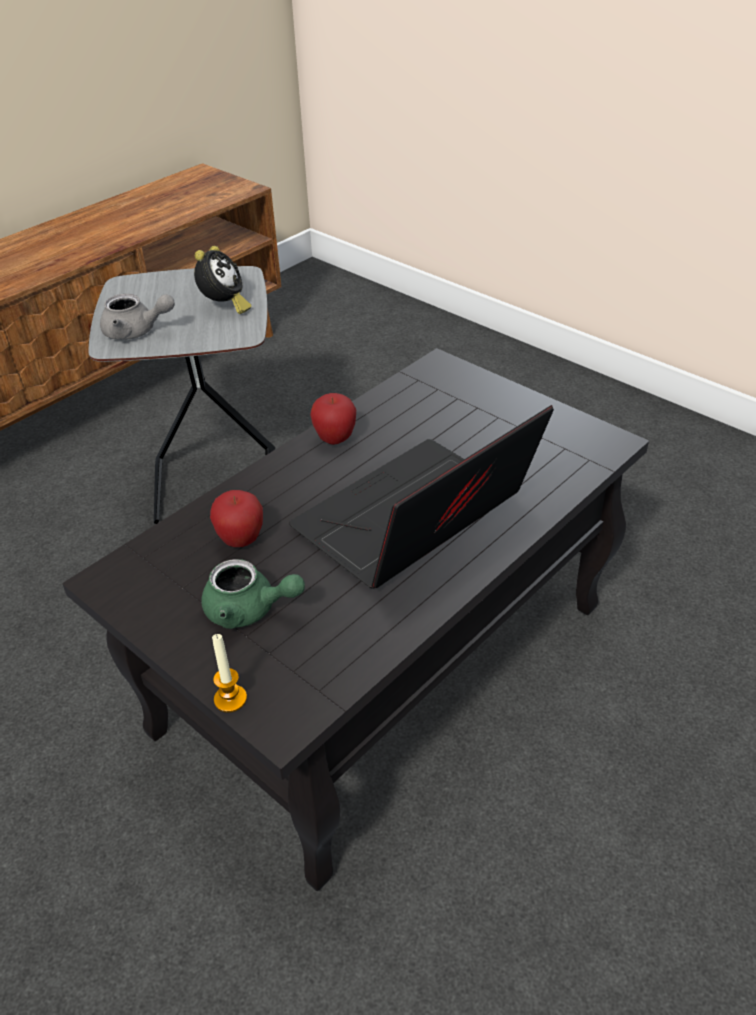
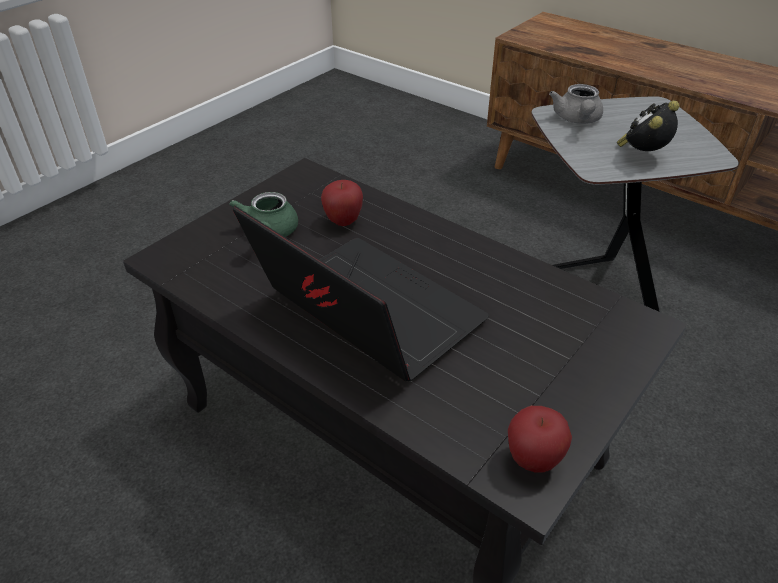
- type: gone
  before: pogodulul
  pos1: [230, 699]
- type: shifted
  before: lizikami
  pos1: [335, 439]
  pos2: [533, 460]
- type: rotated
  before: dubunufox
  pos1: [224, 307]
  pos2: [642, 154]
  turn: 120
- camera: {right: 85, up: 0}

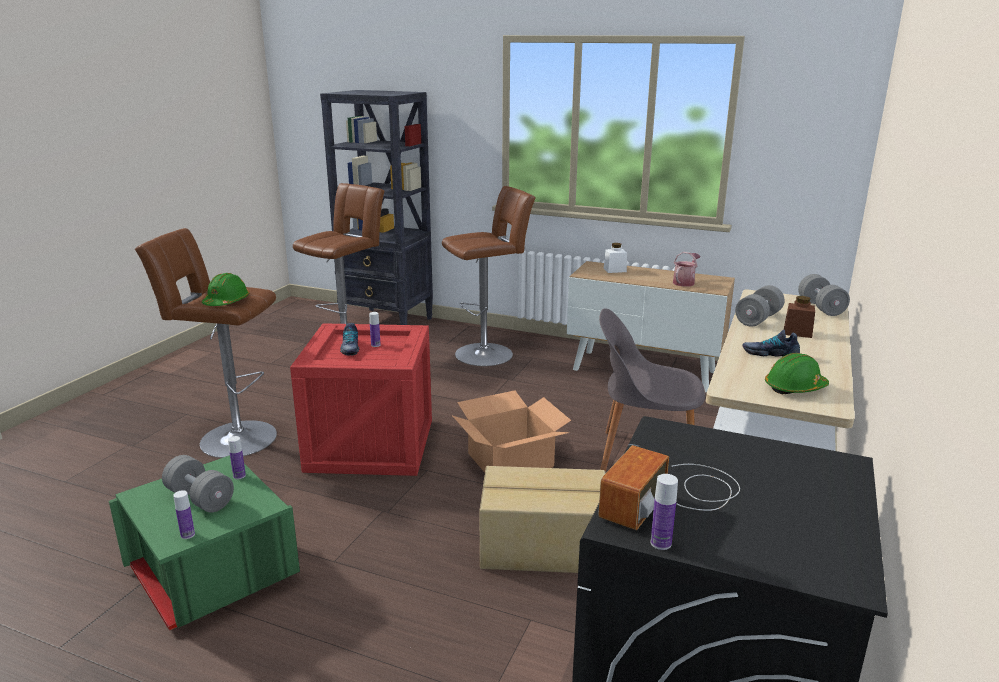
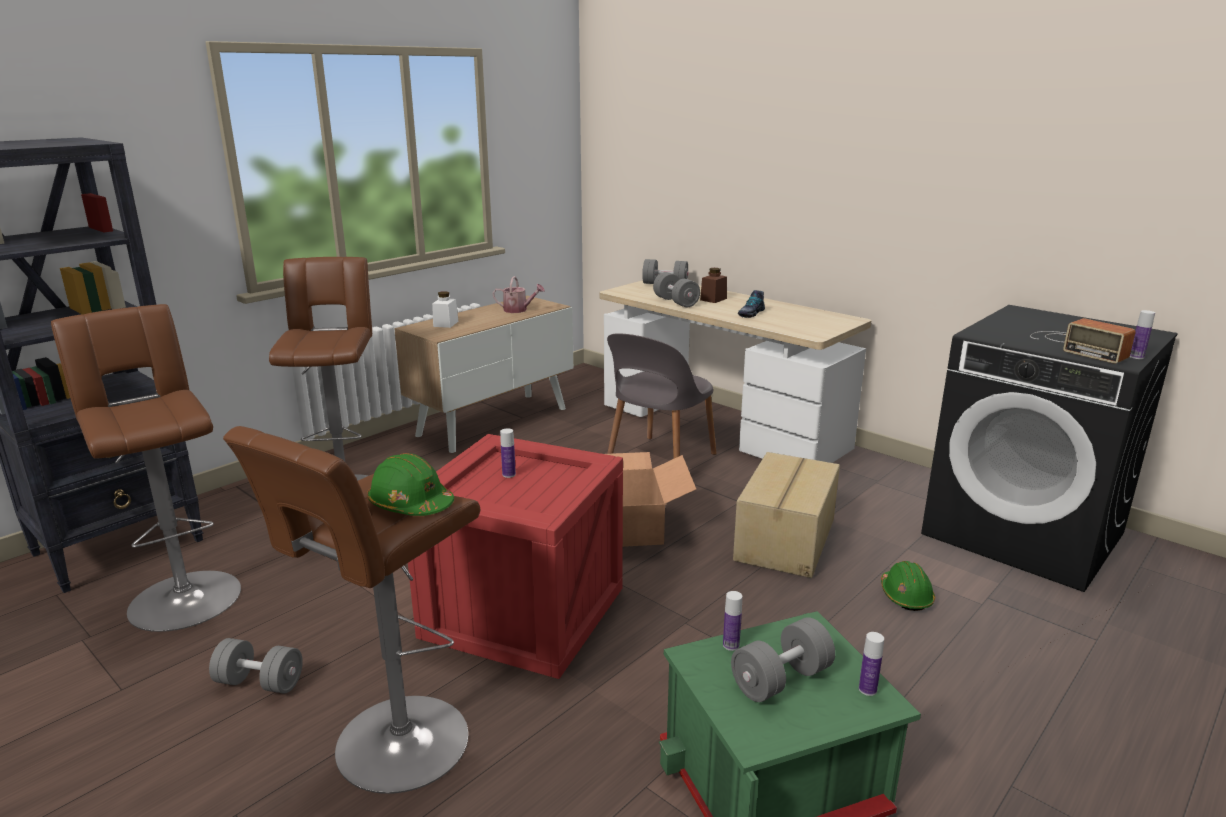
- type: gone
  before: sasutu
  pos1: [350, 348]
- type: new
  after: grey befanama
  pos2: [260, 682]
- type: shifted
  before: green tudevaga
  pos1: [795, 388]
  pos2: [905, 596]
- type: rotated
  before: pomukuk
  pos1: [685, 282]
  pos2: [518, 310]
  turn: 135
- camera: {right: -70, up: 0}

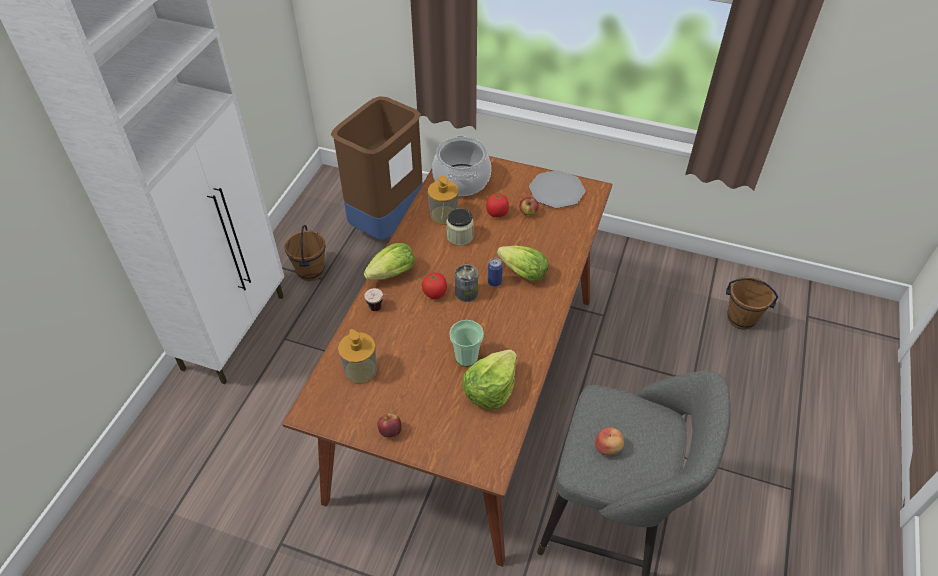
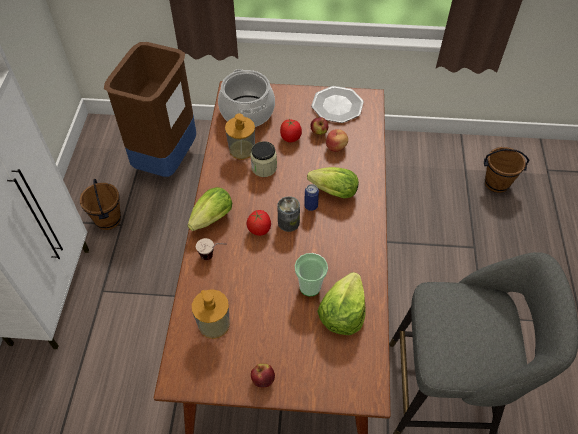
- type: shifted
  before: lizikami
  pos1: [608, 448]
  pos2: [336, 147]
- camera: {right: -15, up: 5}

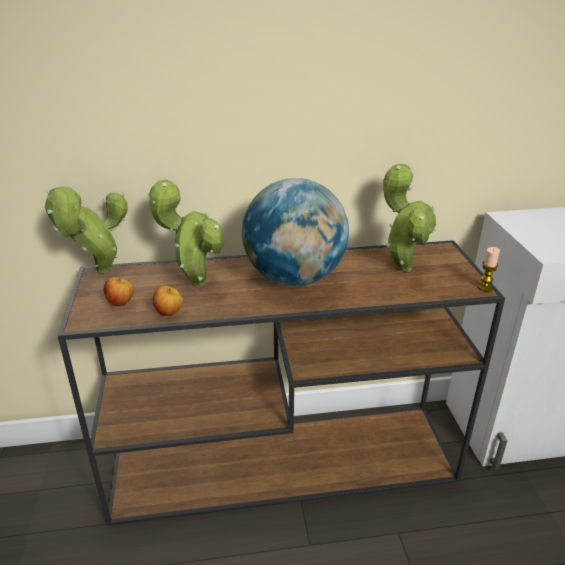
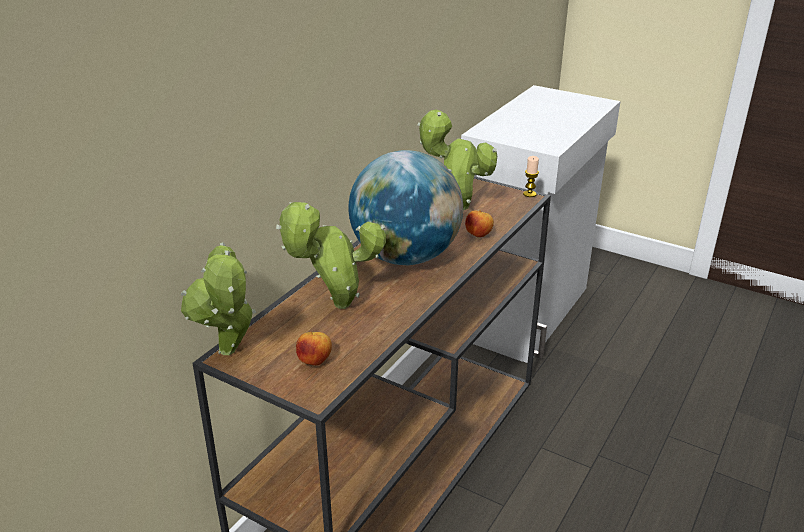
- type: shifted
  before: lizikami
  pos1: [169, 313]
  pos2: [479, 235]
- camera: {right: -50, up: 0}

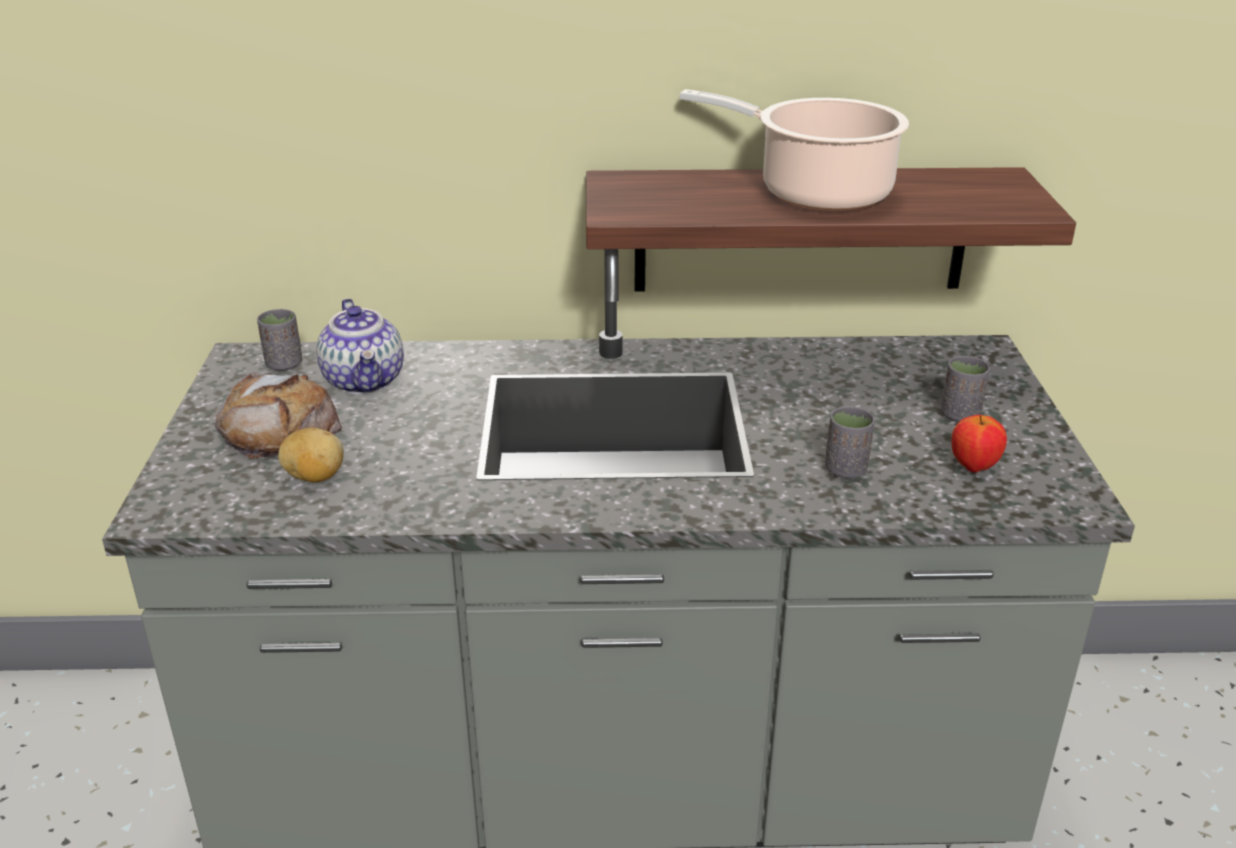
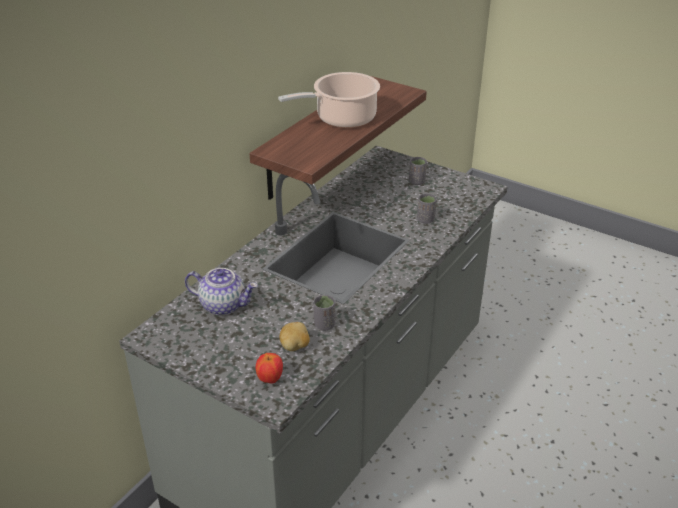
- type: gone
  before: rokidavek
  pos1: [280, 429]
- type: shifted
  before: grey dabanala
  pos1: [284, 364]
  pos2: [324, 325]
- type: shifted
  before: lizikami
  pos1: [973, 467]
  pos2: [270, 379]
- camera: {right: -55, up: 5}

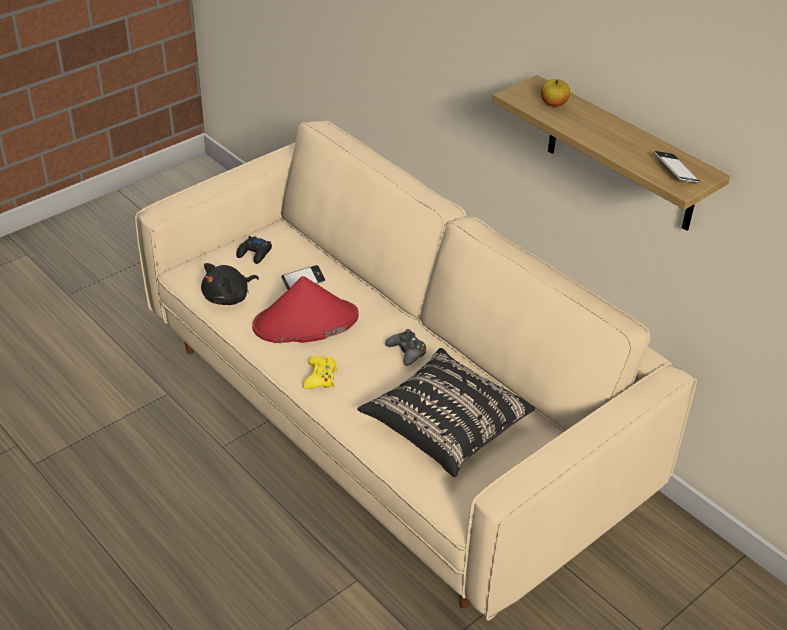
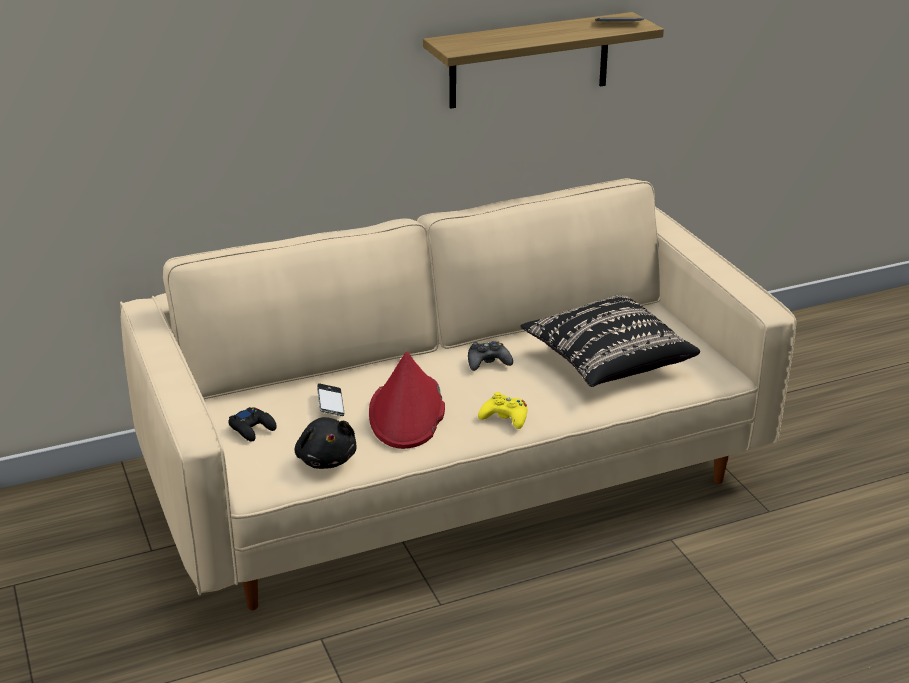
- type: gone
  before: lizikami
  pos1: [553, 104]
- camera: {right: -70, up: -10}

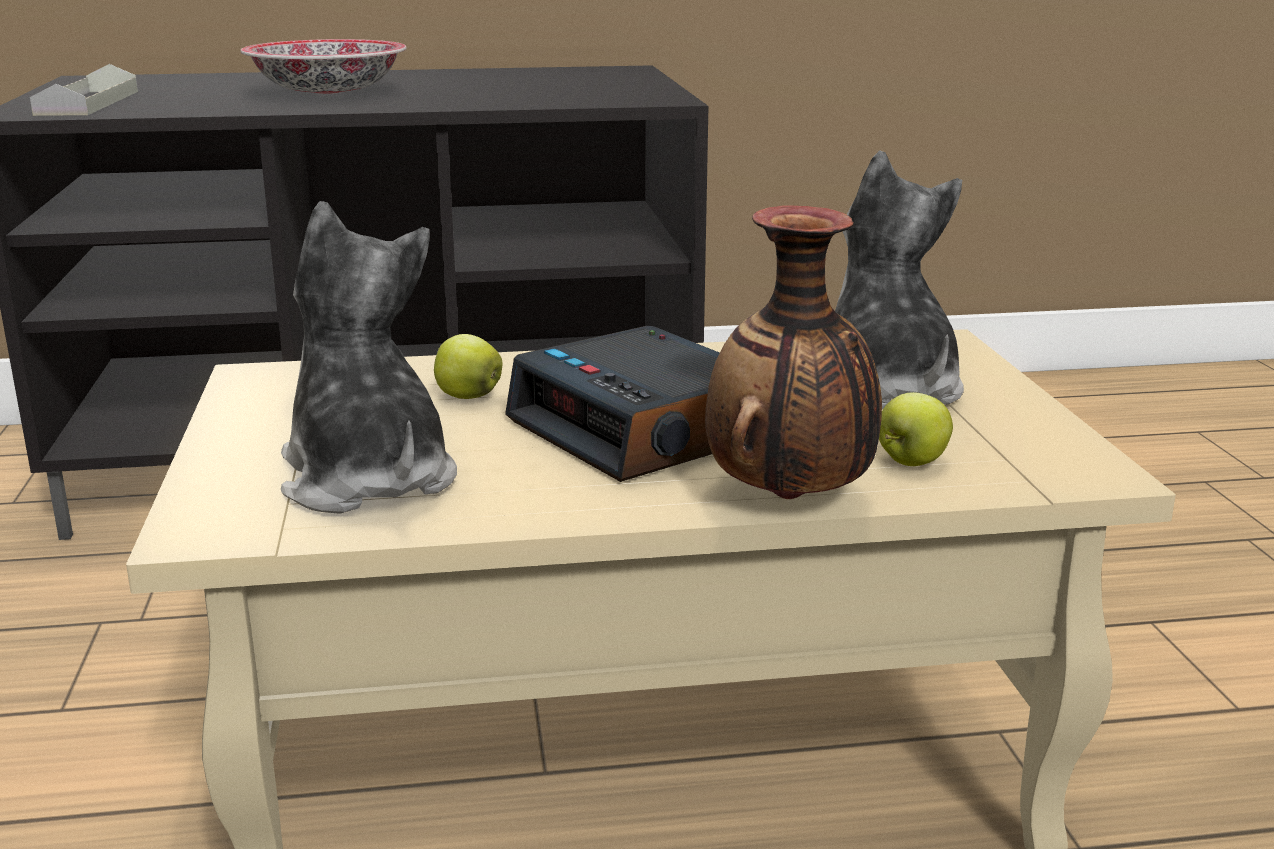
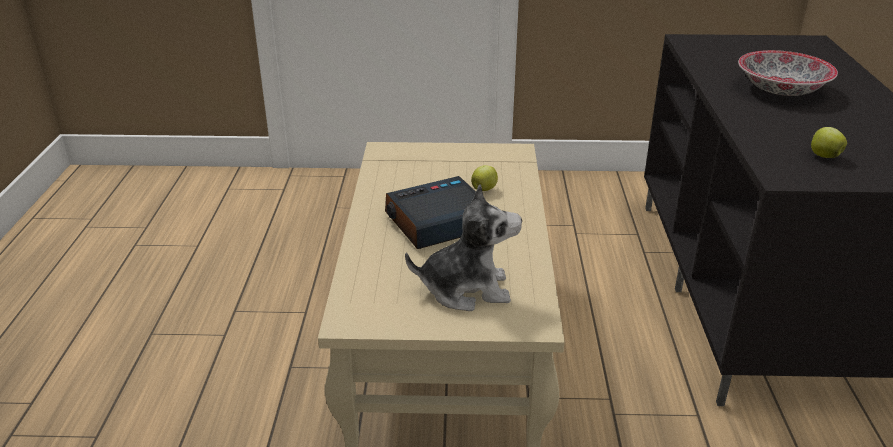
- type: gone
  before: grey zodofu
  pos1: [88, 103]
- type: gone
  before: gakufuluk
  pos1: [367, 480]
- type: gone
  before: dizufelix
  pos1: [791, 498]
- type: shifted
  before: lizikami
  pos1: [911, 462]
  pos2: [823, 156]
- camera: {right: 100, up: 10}

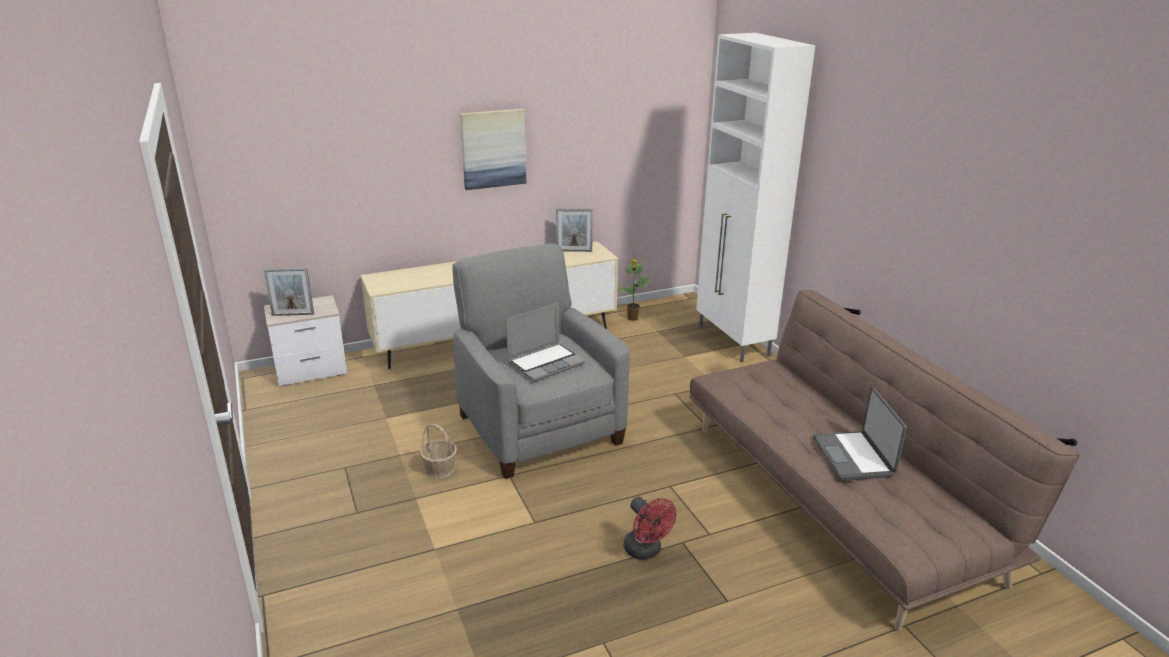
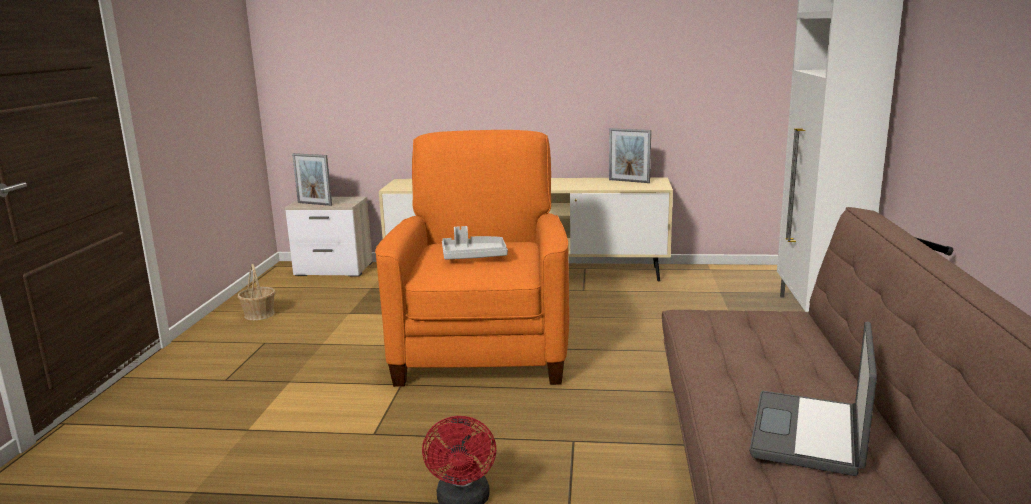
- type: gone
  before: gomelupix
  pos1: [493, 148]
- type: gone
  before: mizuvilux
  pos1: [632, 318]
- type: shifted
  before: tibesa
  pos1: [440, 469]
  pos2: [259, 314]
- type: swapped
  before: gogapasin
  after: grey zodofu
  pos1: [546, 363]
  pos2: [473, 256]
- type: repainted
  before: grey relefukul
  after: orange relefukul
  pos1: [538, 428]
  pos2: [482, 350]
- camera: {right: 30, up: -10}

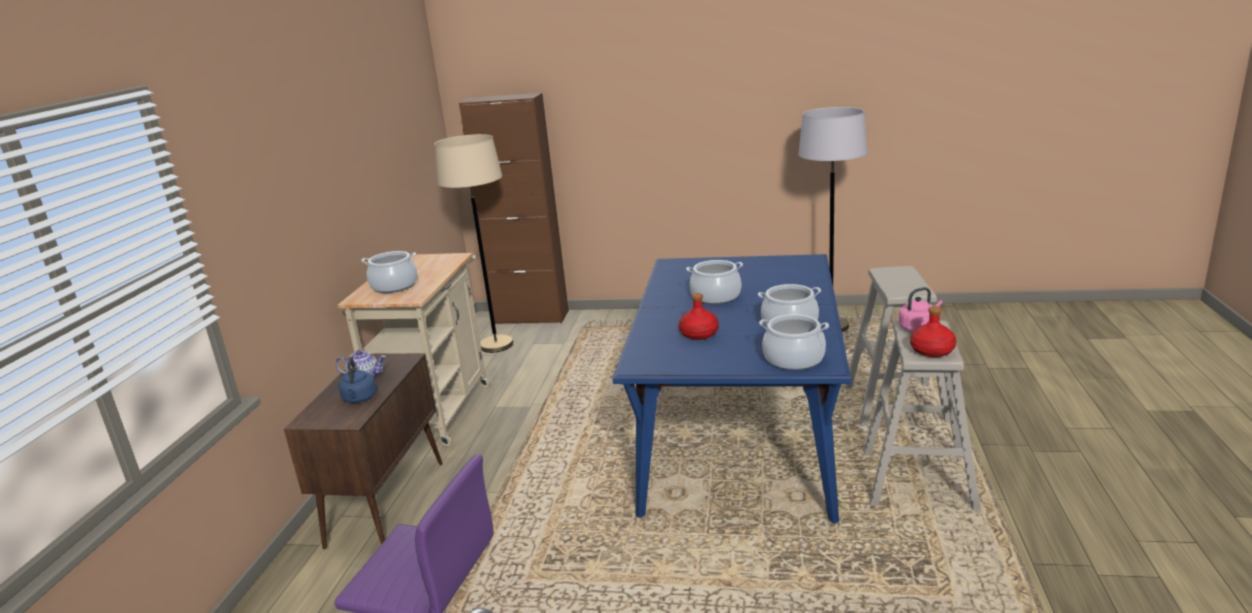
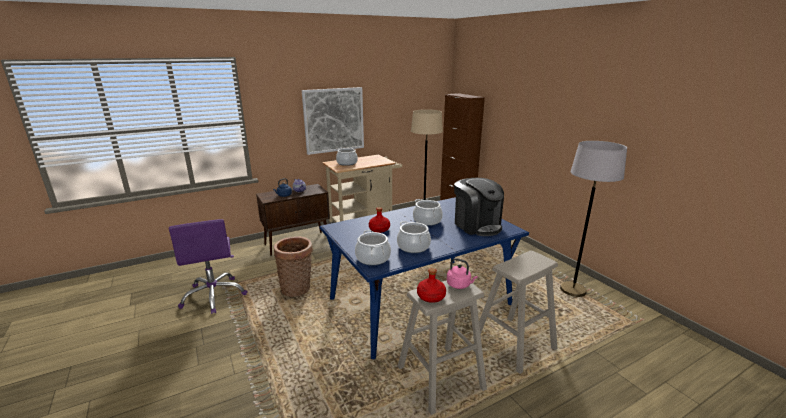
- type: new
  after: tibesa
  pos2: [297, 289]
- type: new
  after: gomelupix
  pos2: [334, 120]
- type: new
  after: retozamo
  pos2: [477, 225]
- camera: {right: 50, up: 0}

